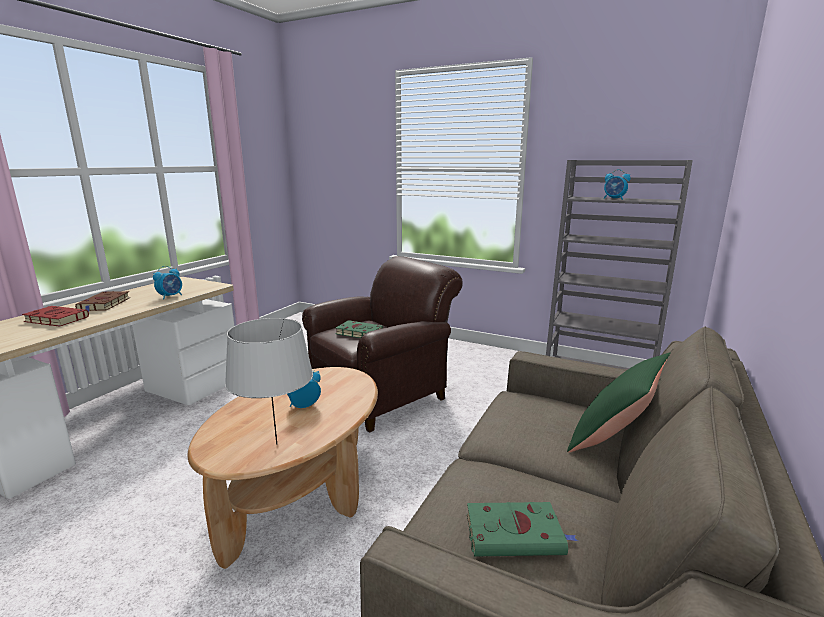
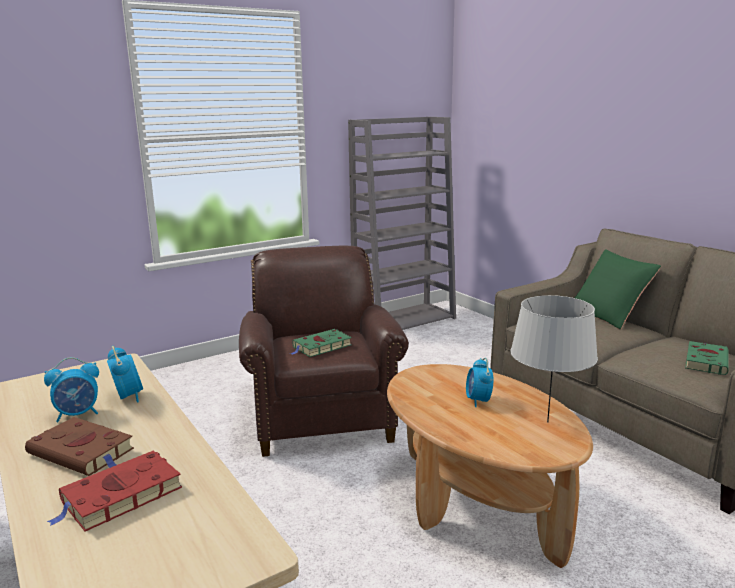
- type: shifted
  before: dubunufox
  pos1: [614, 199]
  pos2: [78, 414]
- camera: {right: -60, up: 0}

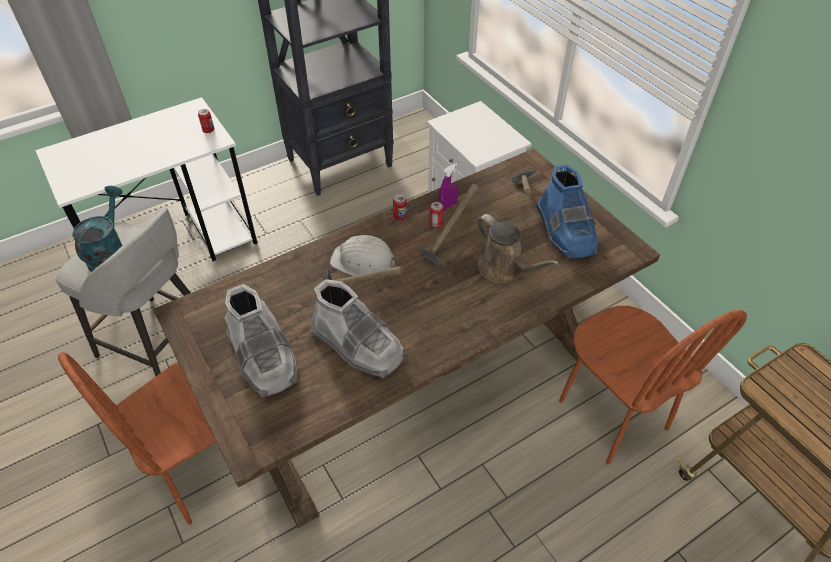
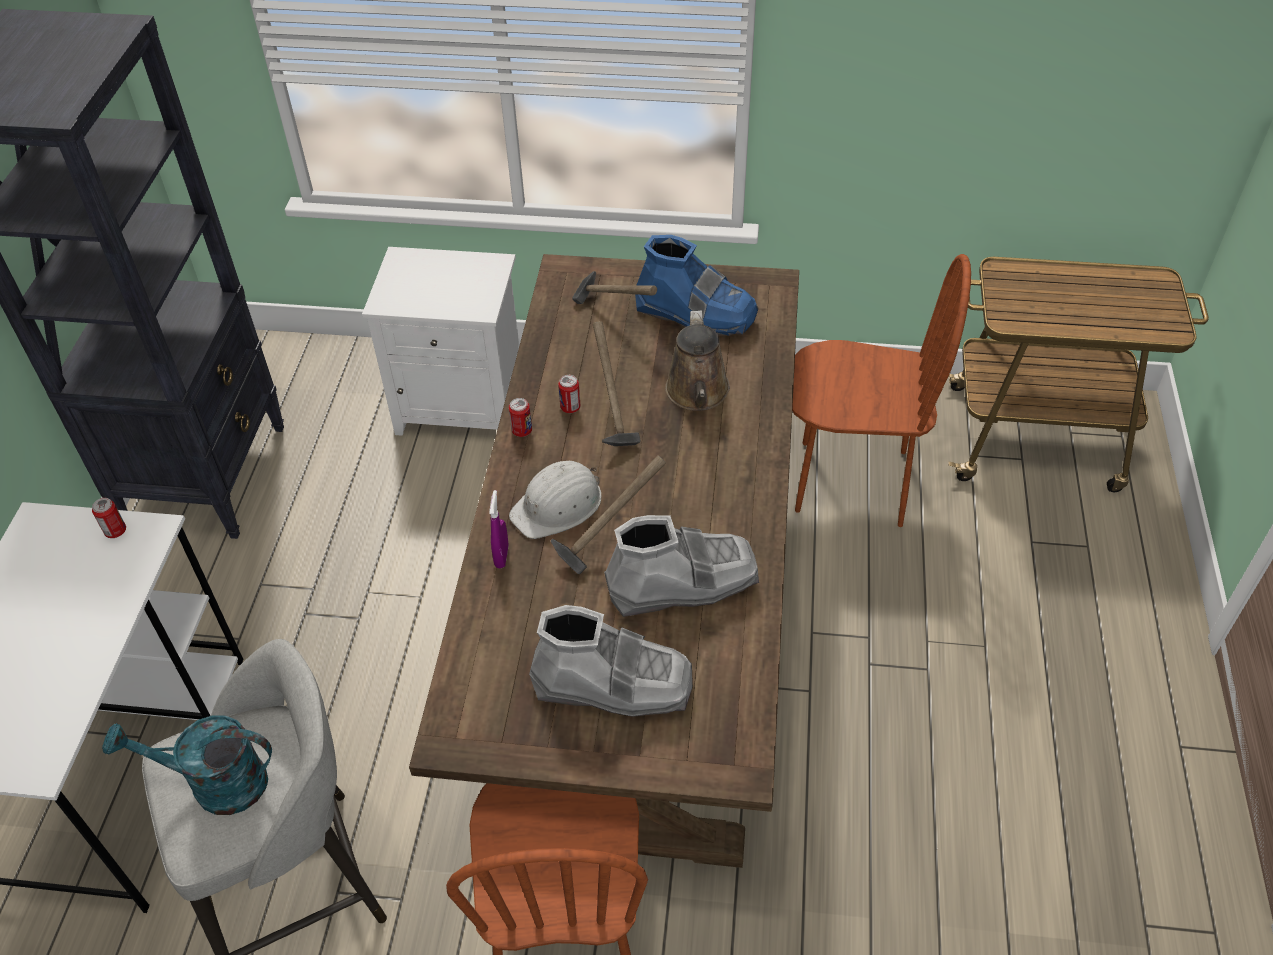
- type: shifted
  before: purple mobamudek
  pos1: [448, 206]
  pos2: [501, 556]
- type: rotated
  before: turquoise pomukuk
  pos1: [110, 252]
  pos2: [215, 783]
  turn: -45
- type: rotated
  before: brown pomukuk
  pos1: [504, 269]
  pos2: [698, 393]
  turn: 90
- camera: {right: -50, up: 0}

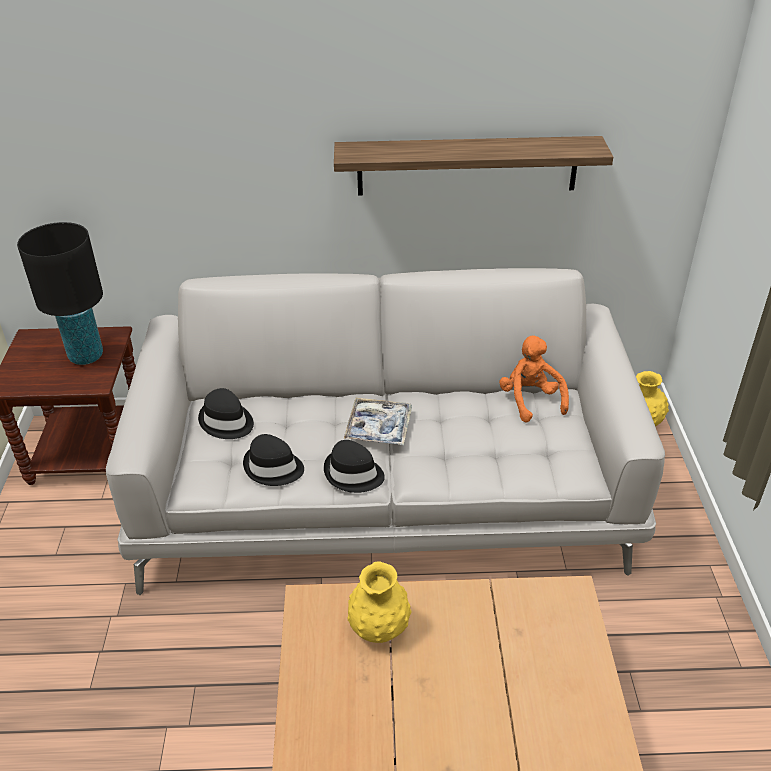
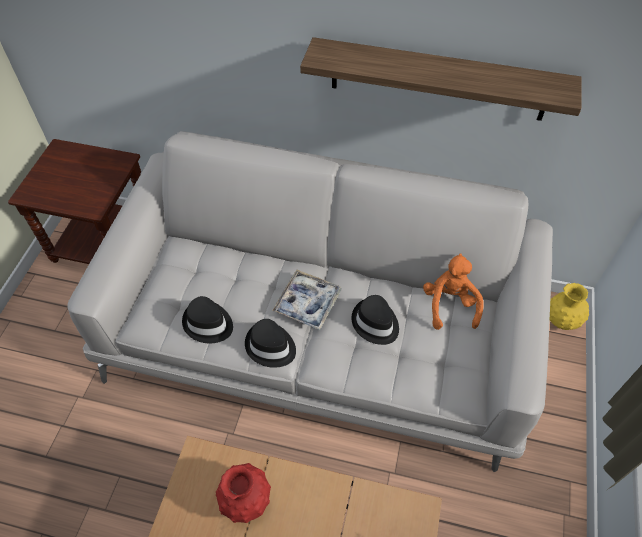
- type: gone
  before: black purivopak
  pos1: [86, 356]
- type: shifted
  before: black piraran
  pos1: [226, 422]
  pos2: [375, 323]
- type: repainted
  before: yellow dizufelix
  after: red dizufelix
  pos1: [379, 629]
  pos2: [245, 500]
- camera: {right: 15, up: 15}

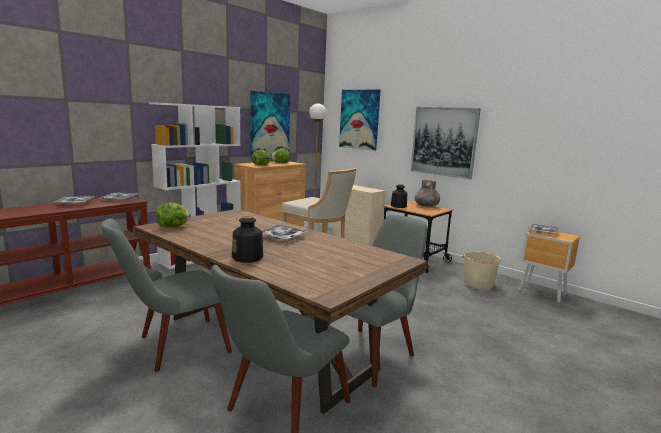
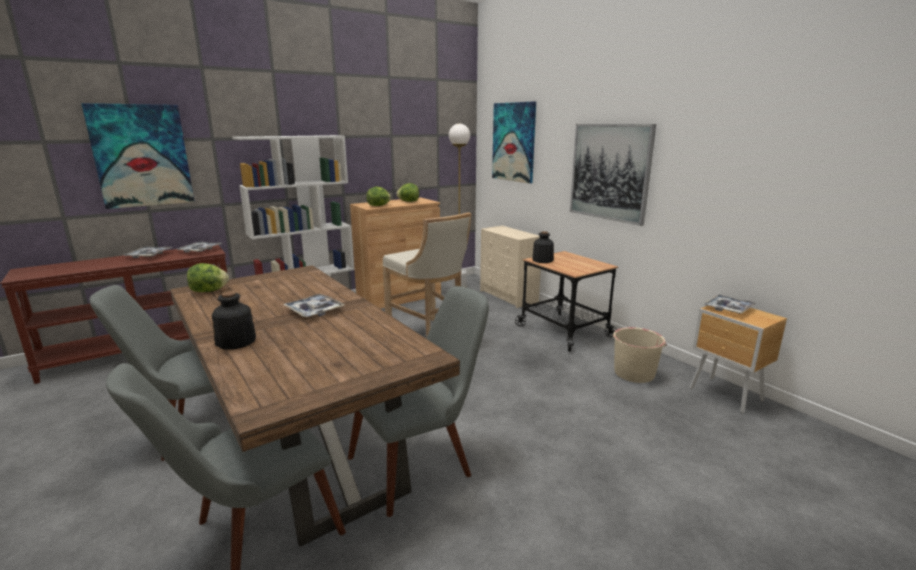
- type: gone
  before: grey dizufelix
  pos1: [426, 206]
- type: shifted
  before: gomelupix
  pos1: [269, 123]
  pos2: [141, 156]
- camera: {right: 15, up: 5}

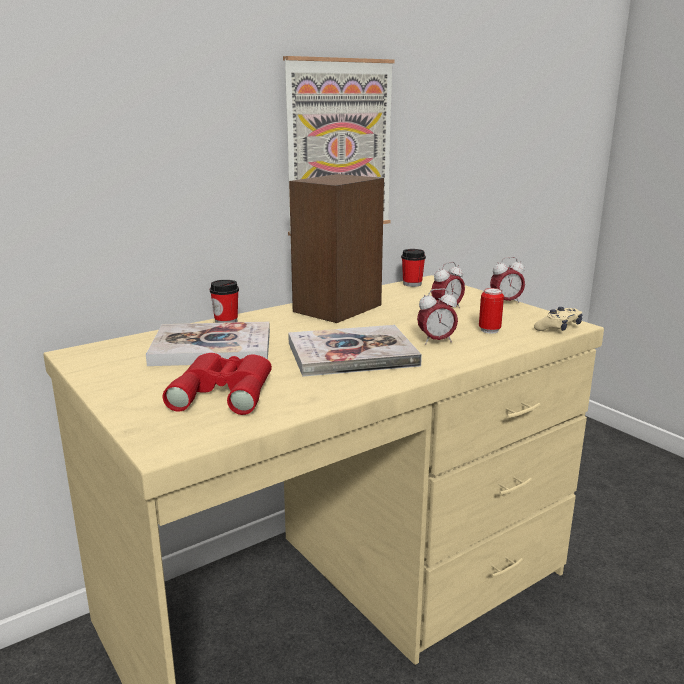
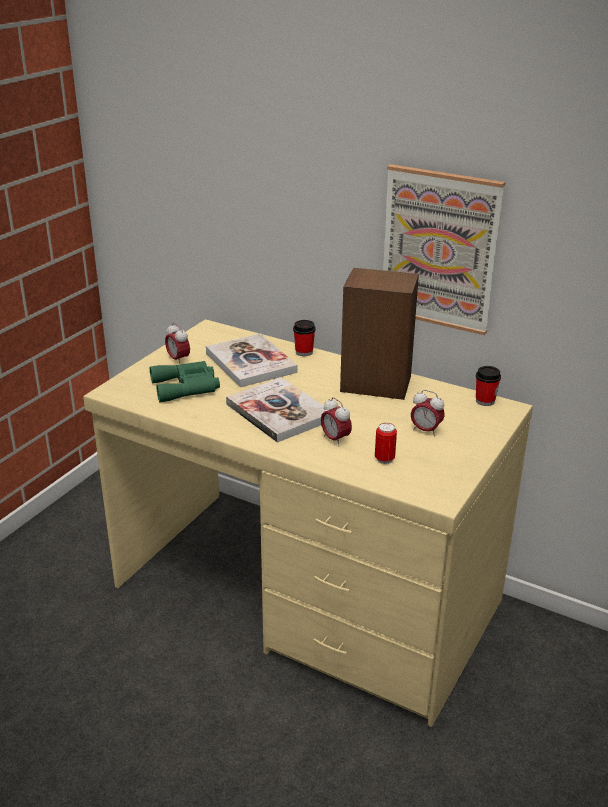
- type: gone
  before: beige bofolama
  pos1: [558, 328]
- type: shifted
  before: dubunufox
  pos1: [505, 302]
  pos2: [178, 360]
- type: repainted
  before: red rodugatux
  after: green rodugatux
  pos1: [225, 390]
  pos2: [187, 387]
- camera: {right: 65, up: 10}

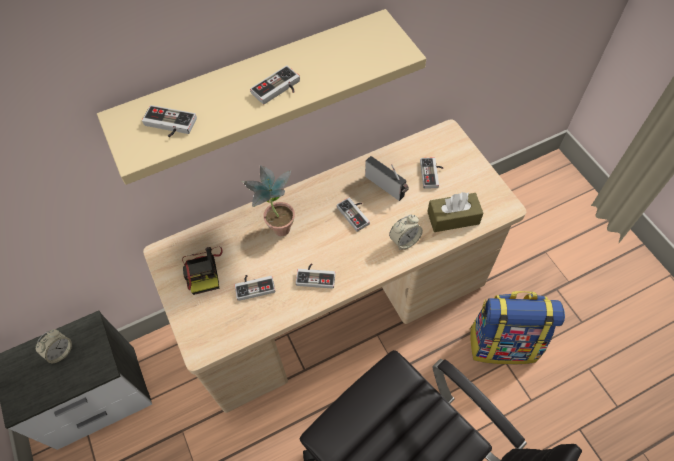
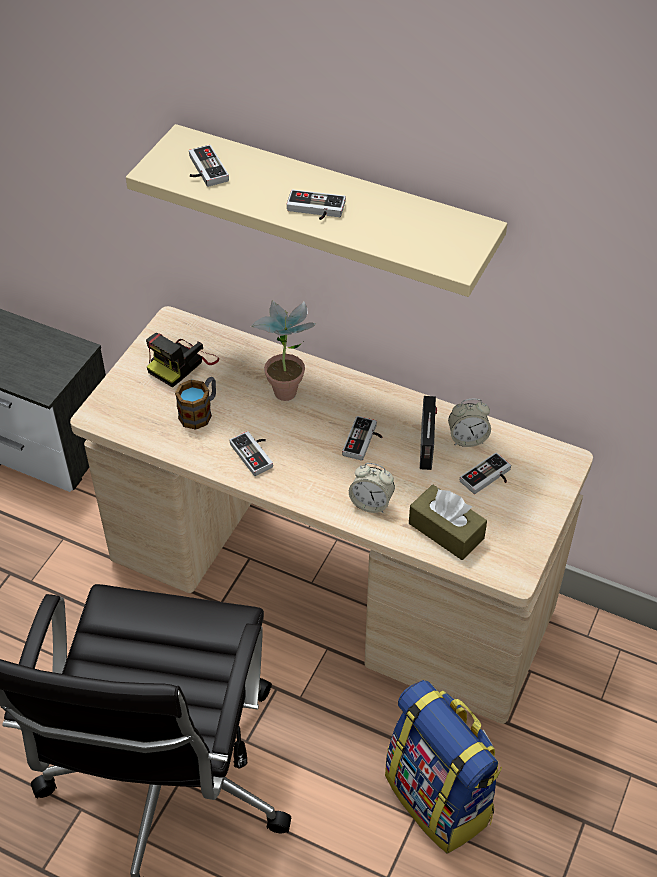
- type: shifted
  before: dubunufox
  pos1: [61, 351]
  pos2: [467, 438]
- type: swapped
  before: bofolama
  after: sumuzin
  pos1: [254, 285]
  pos2: [200, 412]
- camera: {right: 50, up: -10}

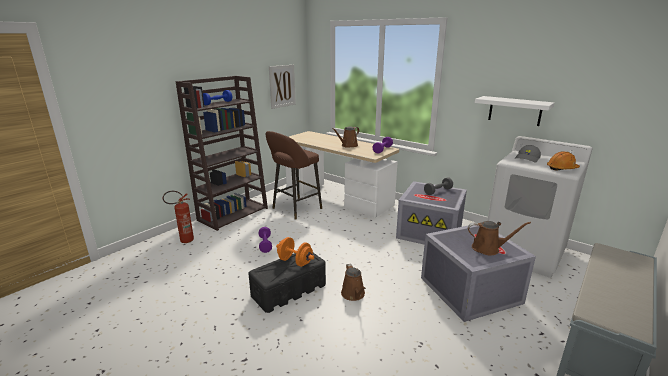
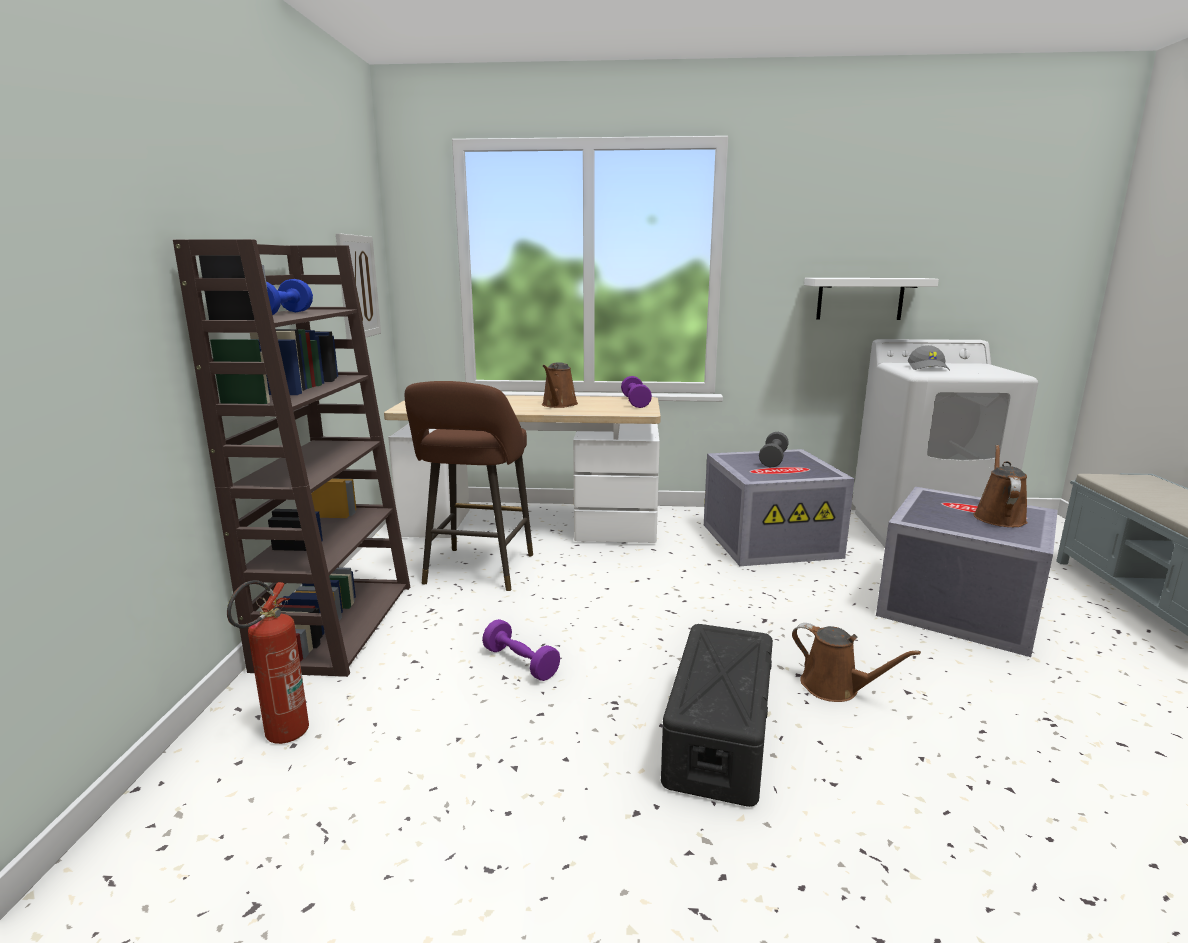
- type: gone
  before: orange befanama
  pos1: [295, 261]
- type: gone
  before: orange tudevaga
  pos1: [562, 168]
- type: rotated
  before: brown pomukuk
  pos1: [488, 248]
  pos2: [998, 517]
  turn: -45
- camera: {right: -35, up: -5}

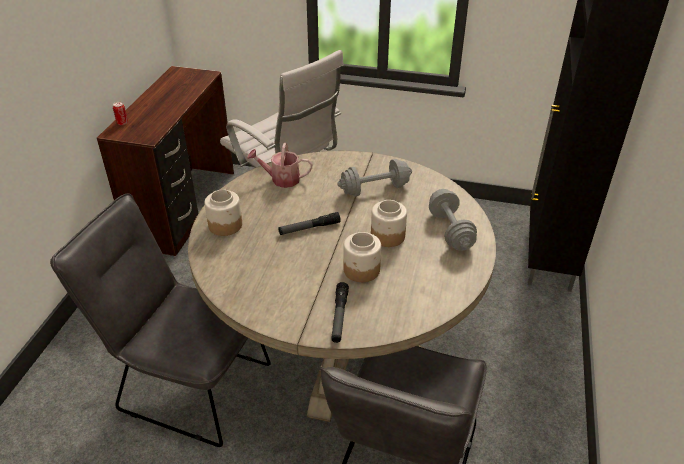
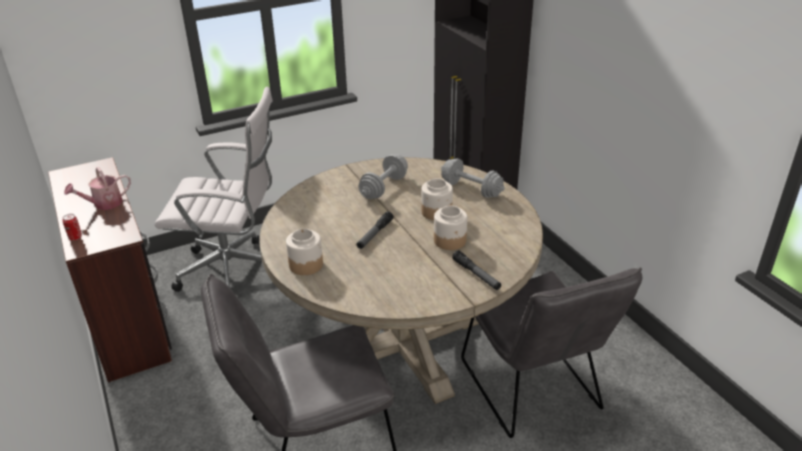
- type: shifted
  before: pomukuk
  pos1: [281, 179]
  pos2: [104, 204]
- camera: {right: -40, up: -5}

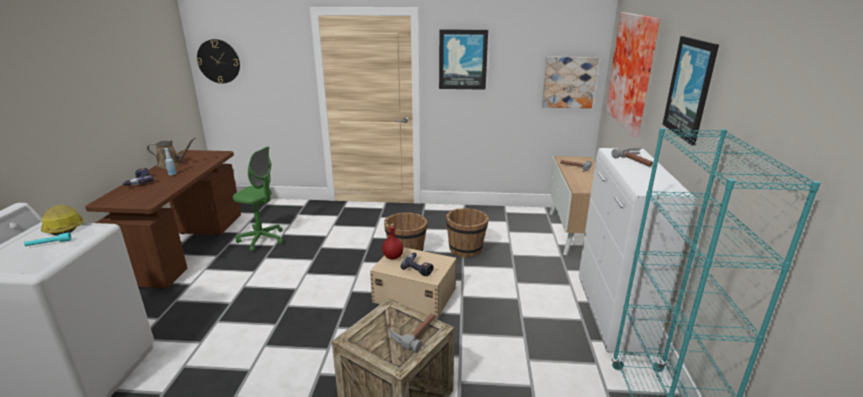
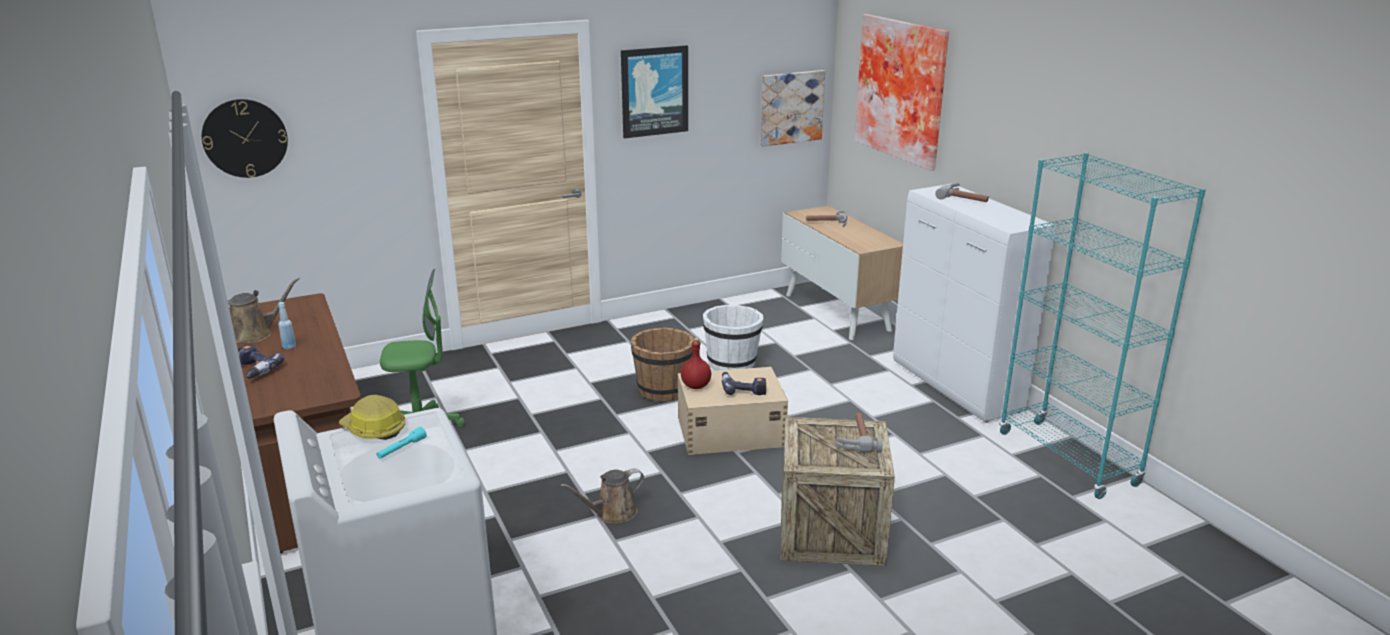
- type: gone
  before: gomelupix
  pos1: [690, 89]
- type: new
  after: brown pomukuk
  pos2: [612, 513]
- type: repainted
  before: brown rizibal
  after: white rizibal
  pos1: [466, 249]
  pos2: [732, 364]
- camera: {right: -30, up: 0}

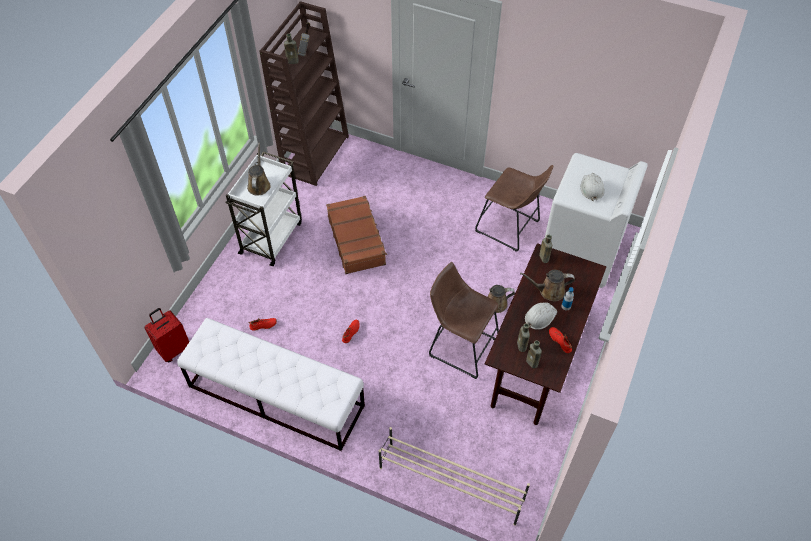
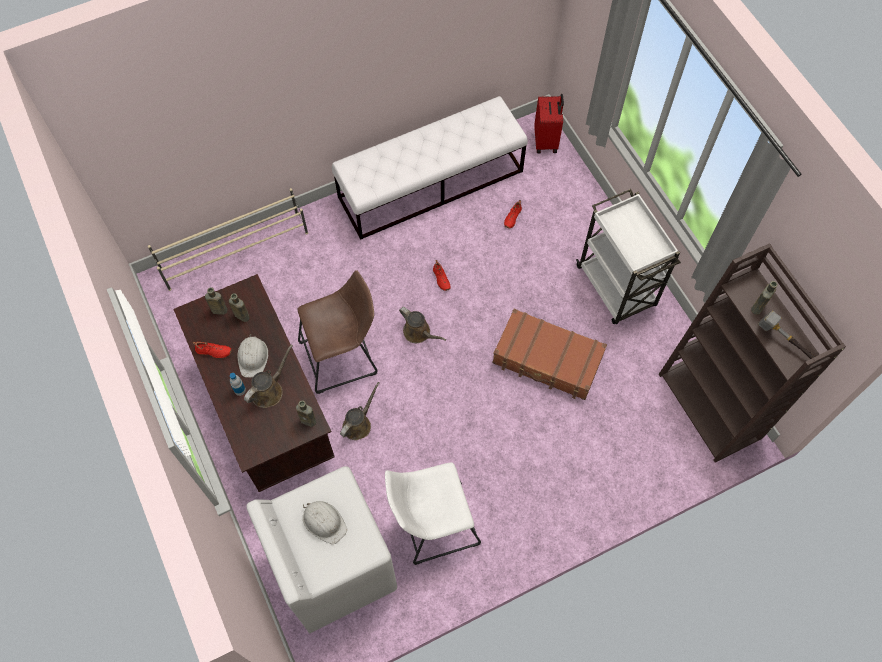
- type: shifted
  before: brown pomukuk
  pos1: [259, 184]
  pos2: [419, 333]
- type: repainted
  before: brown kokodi
  after: white kokodi
  pos1: [510, 228]
  pos2: [432, 525]
- camera: {right: 130, up: 10}

